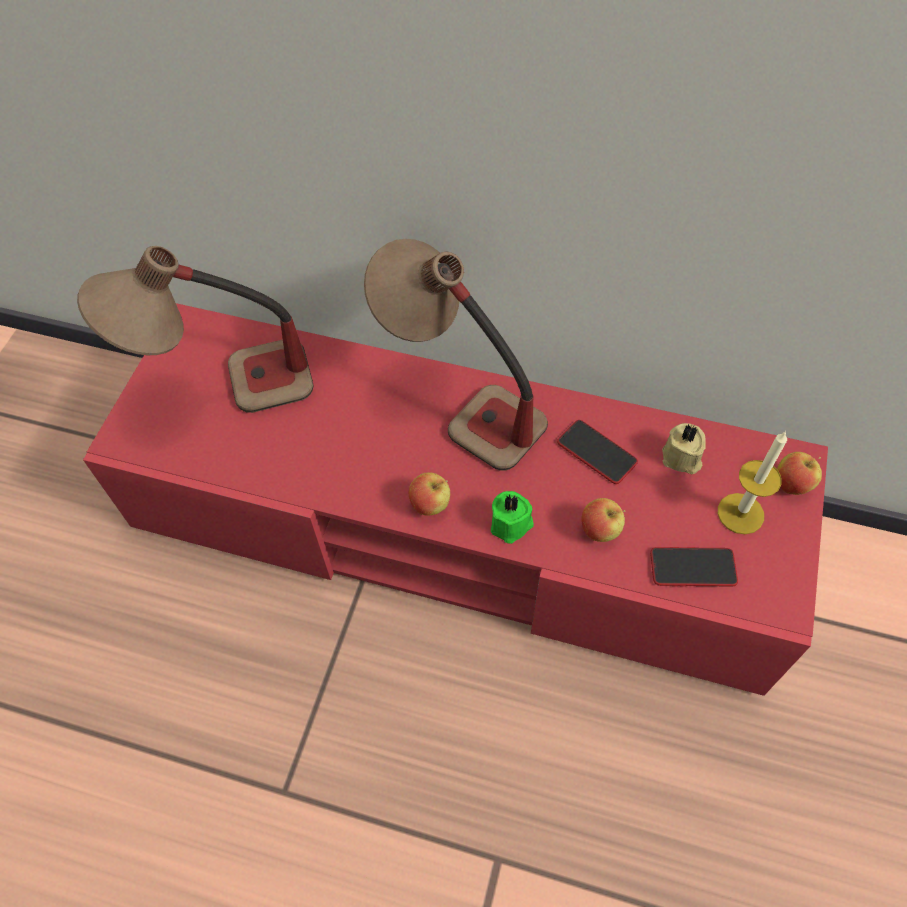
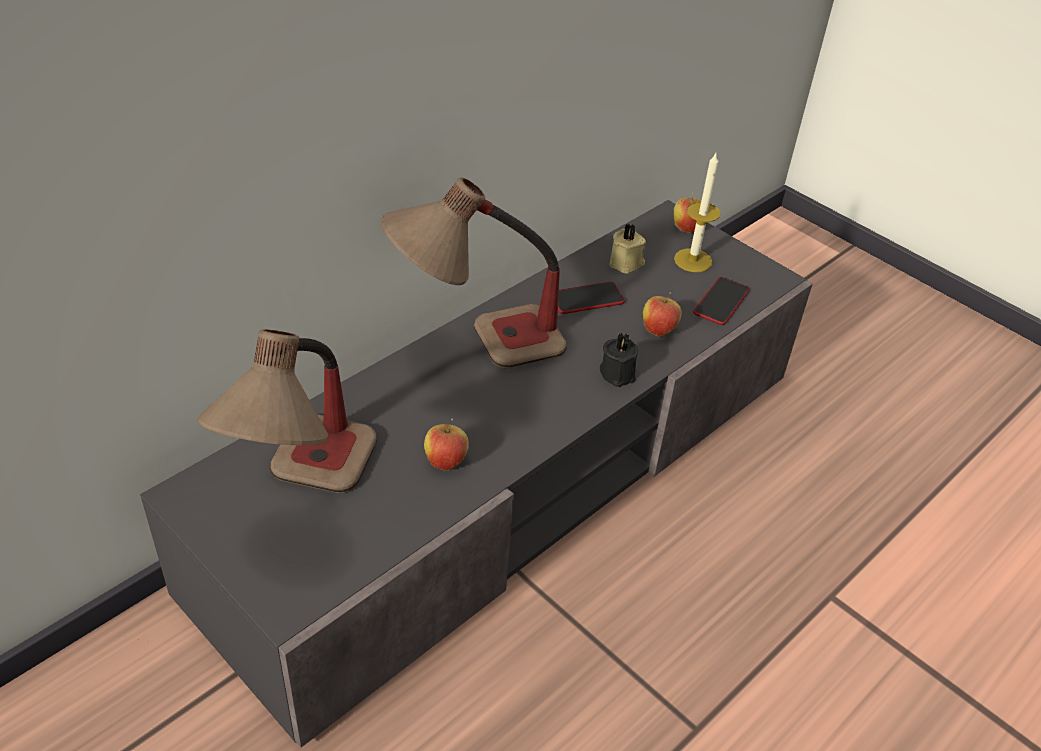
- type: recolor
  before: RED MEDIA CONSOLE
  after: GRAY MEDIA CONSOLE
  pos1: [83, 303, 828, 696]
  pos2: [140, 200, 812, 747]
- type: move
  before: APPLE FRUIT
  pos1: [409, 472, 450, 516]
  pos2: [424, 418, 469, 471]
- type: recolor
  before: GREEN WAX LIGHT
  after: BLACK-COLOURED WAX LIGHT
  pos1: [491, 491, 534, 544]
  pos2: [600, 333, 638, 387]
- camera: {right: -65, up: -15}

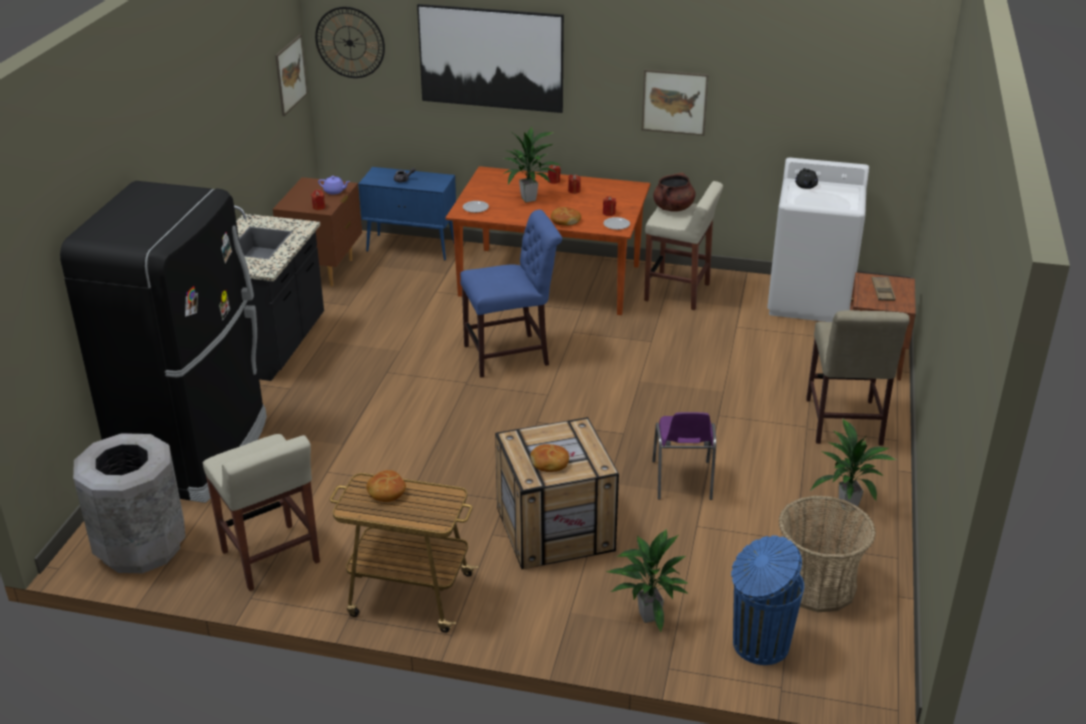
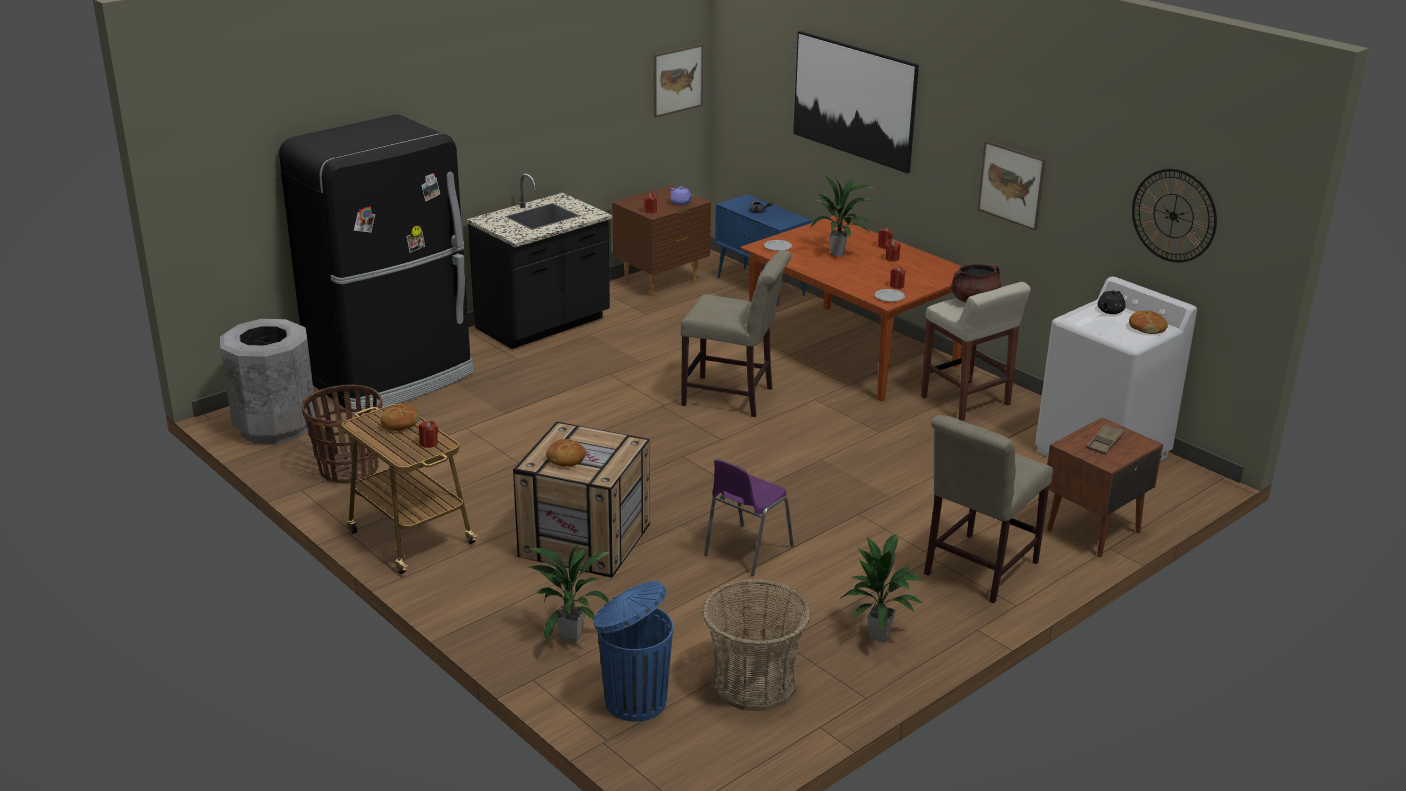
- type: replace
  before: BEIGE SITTING STOOL
  after: HOUSEHOLD BASKET
  pos1: [203, 434, 320, 591]
  pos2: [301, 385, 383, 484]
- type: insert
  after: RED WAX LIGHT
  pos2: [419, 420, 438, 448]
- type: recolor
  before: BLUISH CHAIR
  after: BEIGE CHAIR
  pos1: [460, 210, 562, 378]
  pos2: [680, 250, 792, 417]
- type: move
  before: BREAD
  pos1: [551, 207, 581, 226]
  pos2: [1129, 310, 1168, 334]
- type: move
  before: CLOCK ON THE WALL
  pos1: [315, 7, 385, 78]
  pos2: [1132, 169, 1217, 263]
- camera: {right: 35, up: -5}

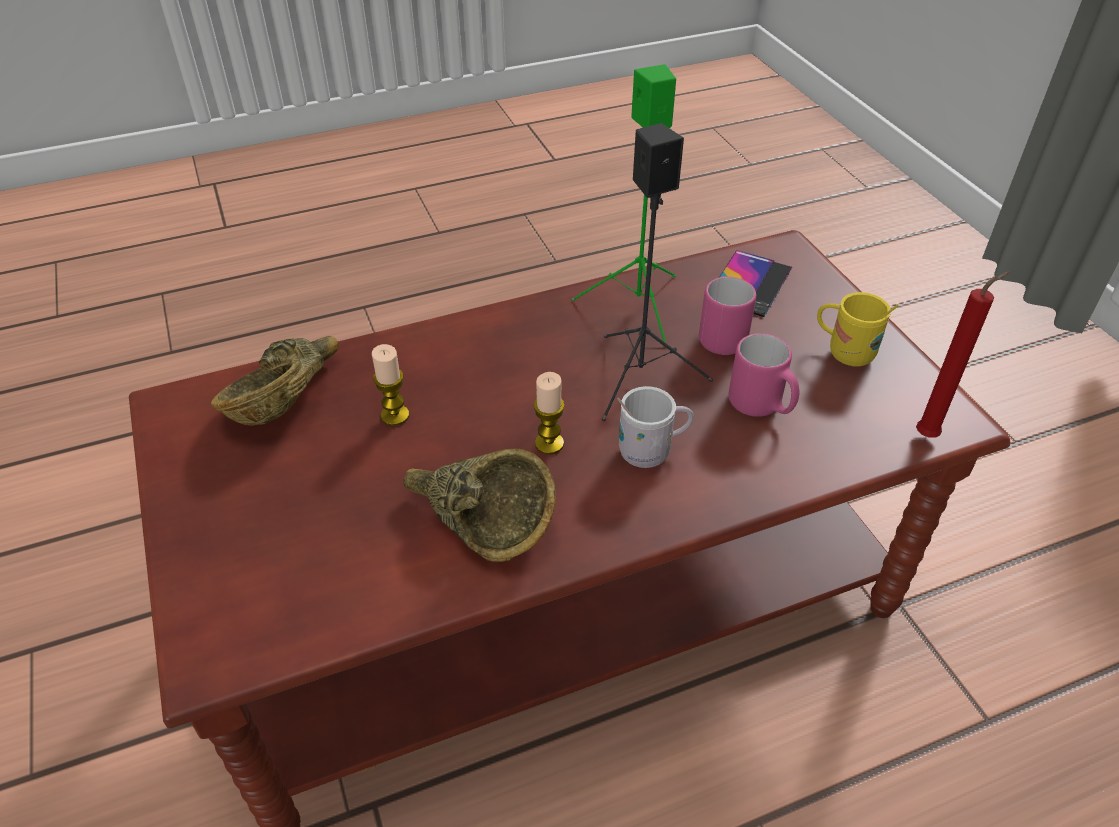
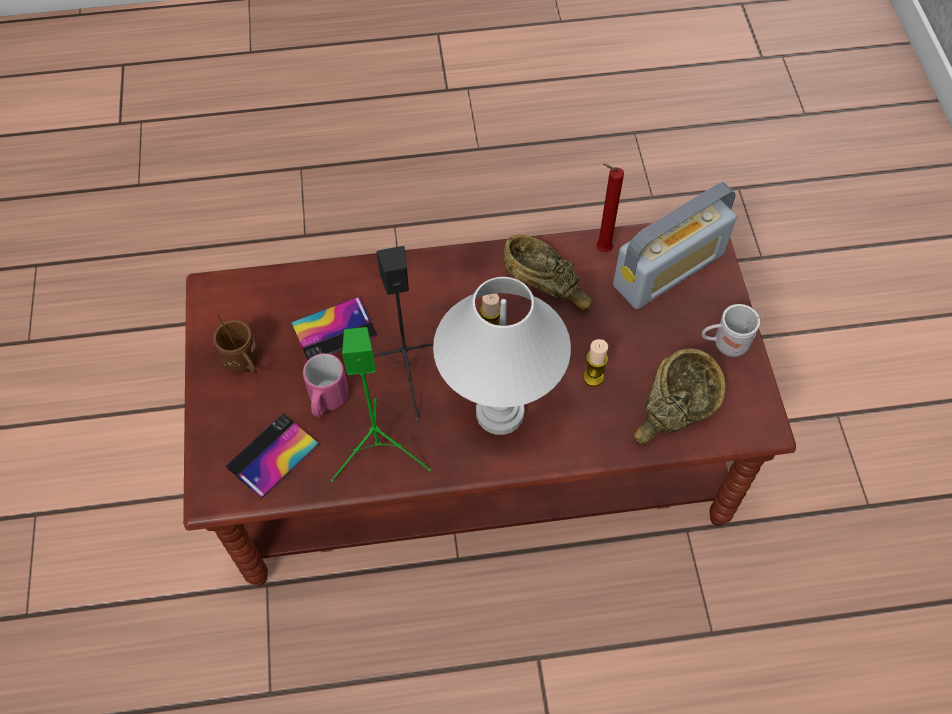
- type: recolor
  before: YELLOW TEA MUG
  after: BROWNISH TEA MUG
  pos1: [817, 292, 899, 366]
  pos2: [213, 314, 258, 374]
- type: replace
  before: PINK TEA MUG
  after: HANDSET
  pos1: [729, 333, 799, 417]
  pos2: [291, 297, 377, 361]
- type: insert
  after: WHITISH TABLETOP LAMP
  pos2: [433, 277, 571, 435]
- type: move
  before: RED WAX LIGHT
  pos1: [916, 272, 1010, 438]
  pos2: [596, 164, 624, 252]
- type: insert
  after: RADIO SET
  pos2: [613, 182, 737, 309]
- type: move
  before: WHITISH TEA MUG
  pos1: [618, 386, 694, 468]
  pos2: [702, 304, 767, 357]
- camera: {right: -165, up: 15}

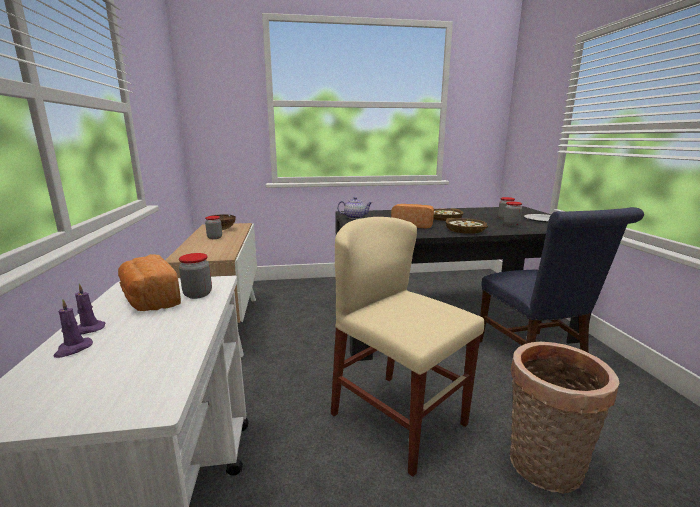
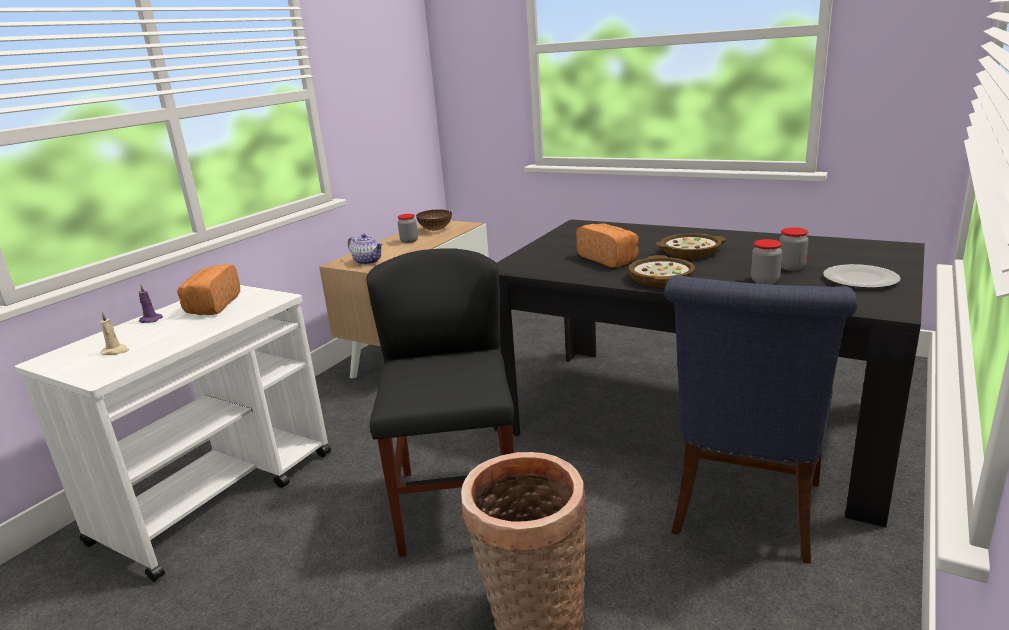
- type: insert
  after: BEIGE WAX LIGHT
  pos2: [101, 312, 129, 355]
- type: move
  before: POT FOR TEA
  pos1: [337, 197, 373, 219]
  pos2: [348, 234, 383, 265]
- type: recolor
  before: BEIGE CHAIR
  after: BLACK-COLOURED CHAIR
  pos1: [331, 217, 484, 477]
  pos2: [366, 248, 514, 557]
- type: delete
  before: PURPLISH WAX LIGHT
  pos1: [54, 299, 93, 358]
- type: delete
  before: JAR
  pos1: [179, 253, 212, 299]
- camera: {right: 40, up: 5}

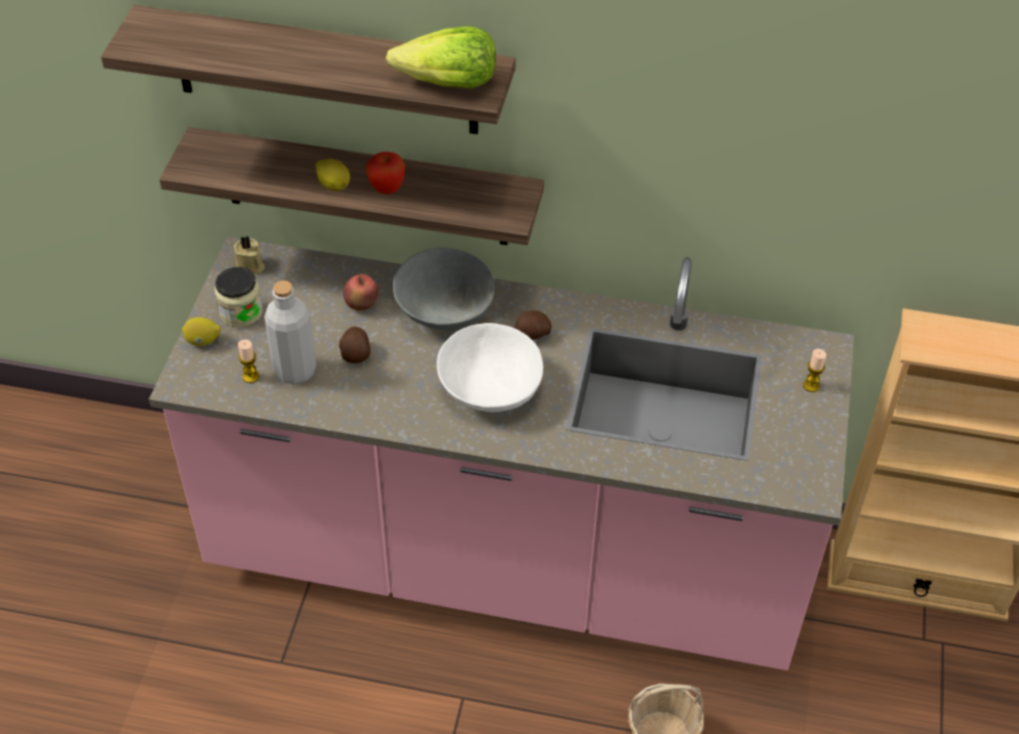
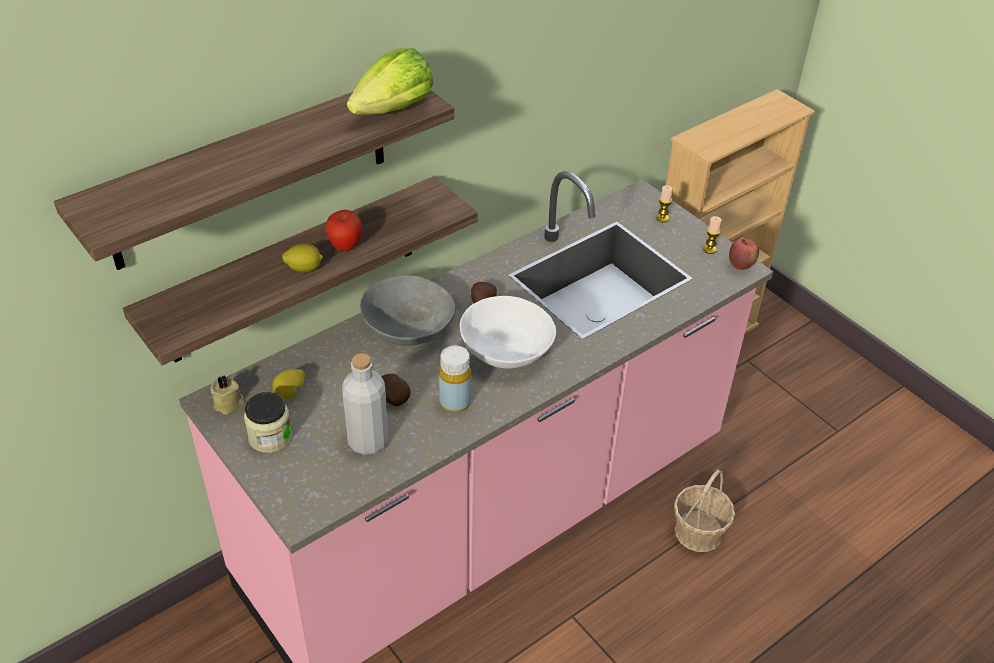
- type: move
  before: CITRUS FRUIT
  pos1: [182, 317, 221, 346]
  pos2: [272, 369, 305, 399]
- type: insert
  after: YELLOW BOTTLE
  pos2: [439, 346, 471, 413]
- type: move
  before: WAX LIGHT
  pos1: [238, 339, 259, 383]
  pos2: [703, 216, 722, 254]
- type: move
  before: APPLE FRUIT
  pos1: [343, 274, 379, 311]
  pos2: [729, 238, 759, 270]
- camera: {right: -50, up: -5}

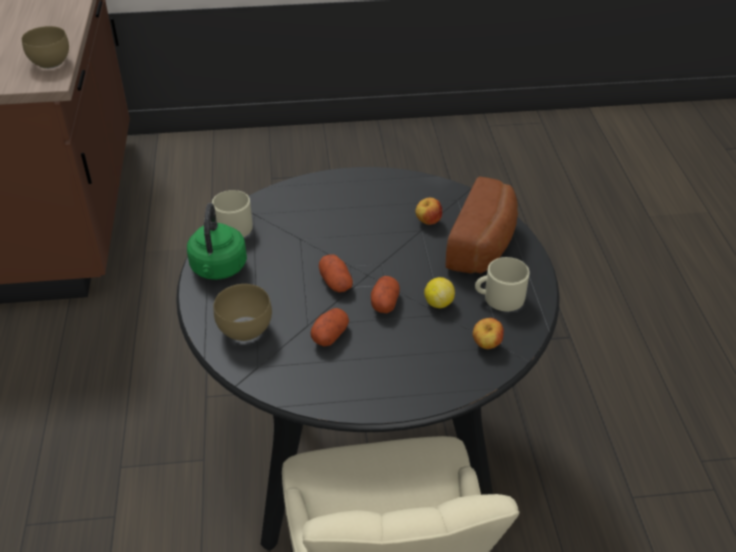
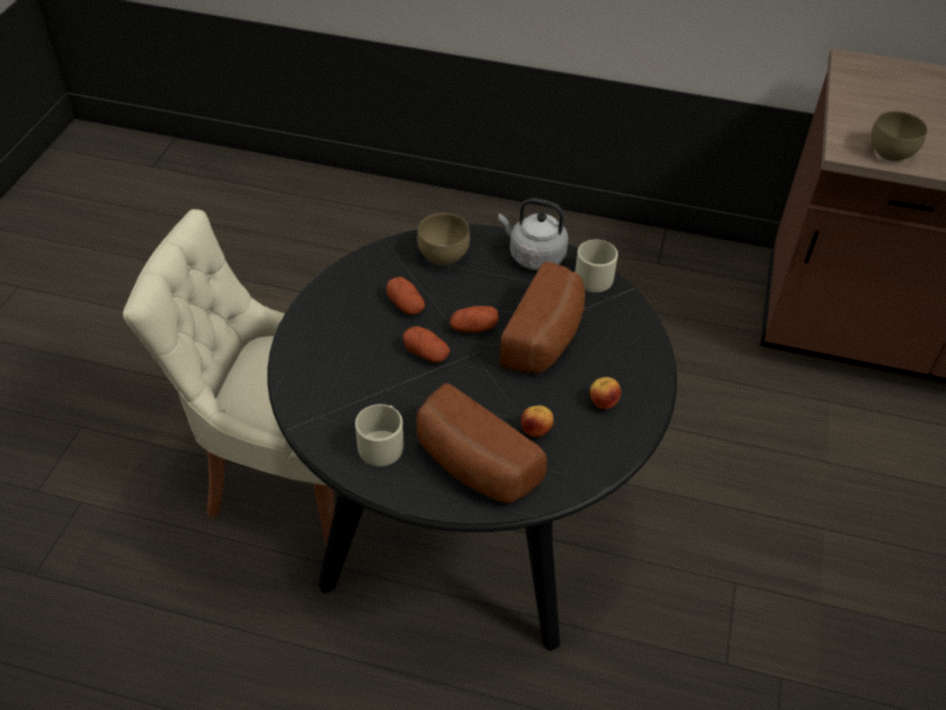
- type: recolor
  before: GREEN TEA KETTLE
  after: GRAY TEA KETTLE
  pos1: [187, 203, 247, 280]
  pos2: [498, 198, 568, 270]
- type: insert
  after: BREAD
  pos2: [499, 262, 585, 374]
- type: move
  before: APPLE FRUIT
  pos1: [473, 318, 504, 349]
  pos2: [590, 377, 621, 409]
- type: delete
  before: CITRUS FRUIT
  pos1: [424, 277, 455, 308]
- camera: {right: 110, up: 5}

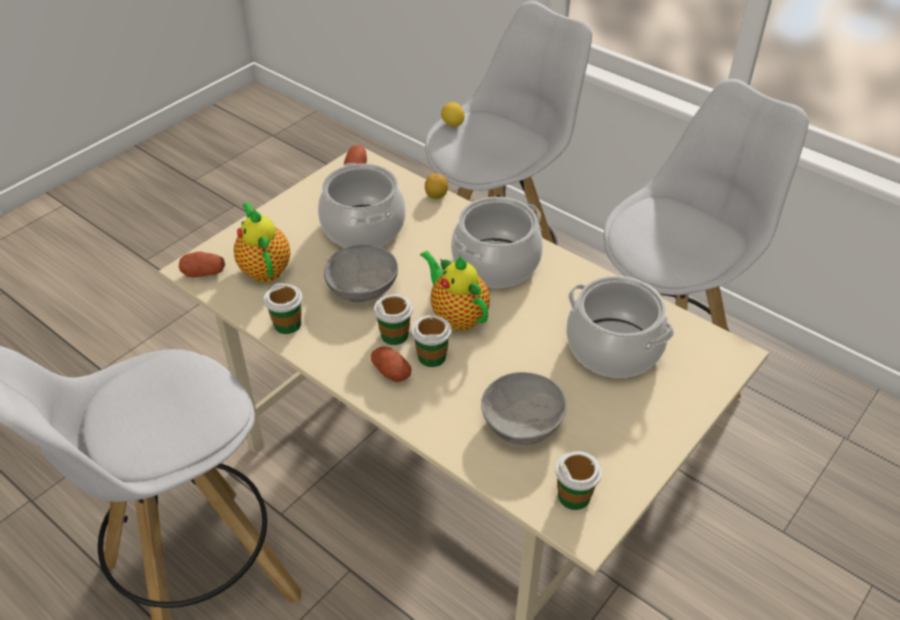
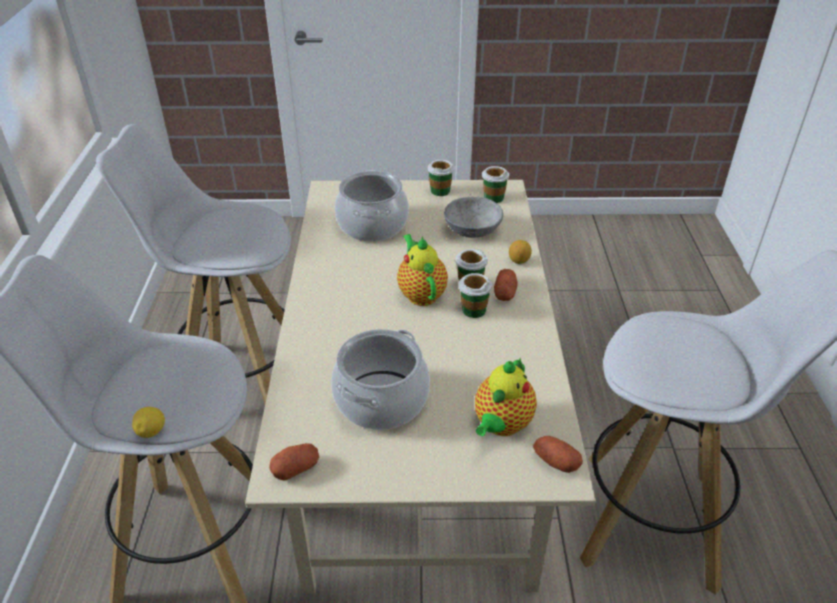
- type: rotate
  before: POT FOR TEA
  pos1: [420, 250, 490, 331]
  pos2: [397, 234, 448, 306]
  turn: 150
- type: move
  before: DRINKING CUP
  pos1: [264, 283, 303, 334]
  pos2: [427, 160, 454, 196]
- type: move
  before: CITRUS FRUIT
  pos1: [425, 173, 448, 199]
  pos2: [509, 240, 532, 264]
- type: delete
  before: GRAY SERVING BOWL
  pos1: [324, 245, 398, 302]
- type: delete
  before: STOCKPOT
  pos1: [451, 197, 543, 288]
- camera: {right: -130, up: -5}

